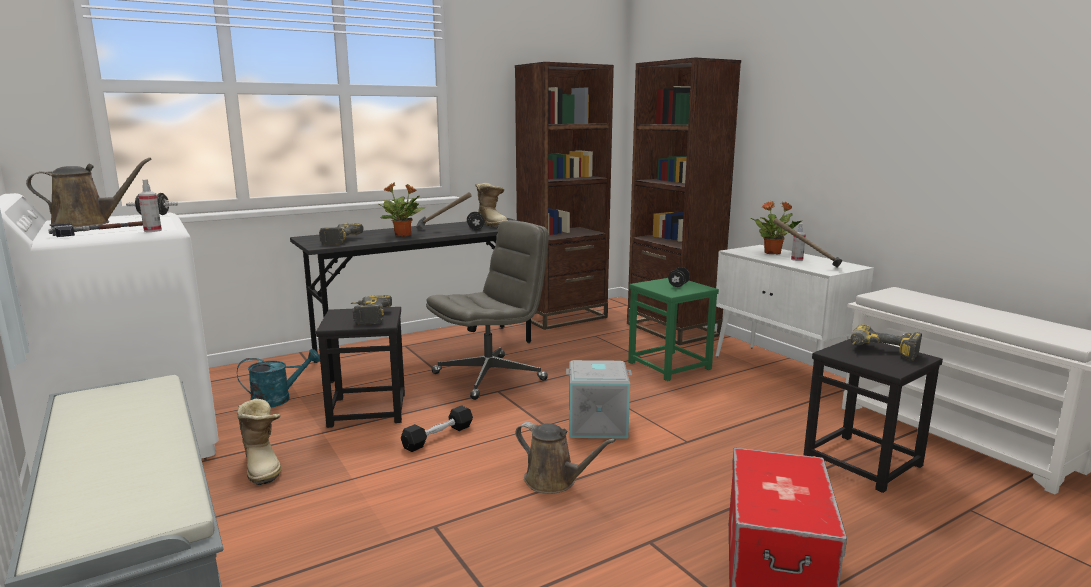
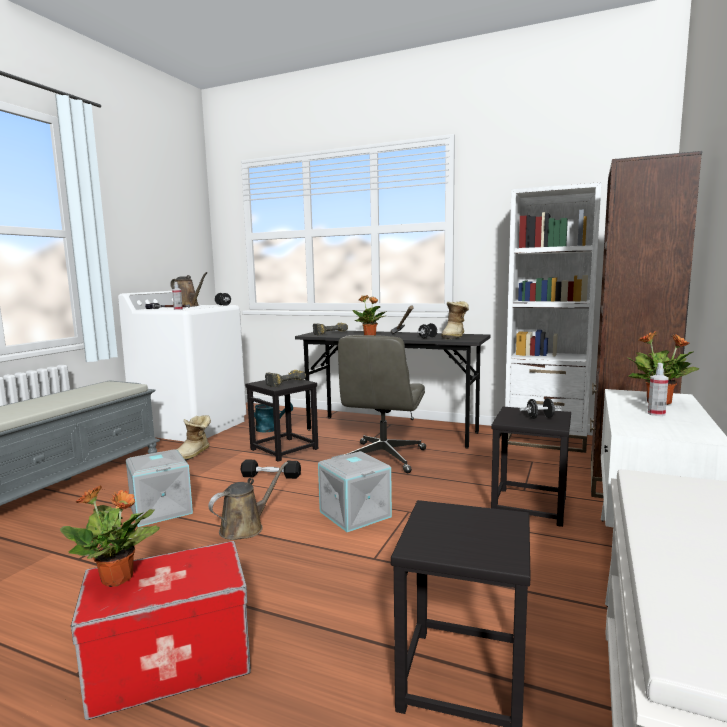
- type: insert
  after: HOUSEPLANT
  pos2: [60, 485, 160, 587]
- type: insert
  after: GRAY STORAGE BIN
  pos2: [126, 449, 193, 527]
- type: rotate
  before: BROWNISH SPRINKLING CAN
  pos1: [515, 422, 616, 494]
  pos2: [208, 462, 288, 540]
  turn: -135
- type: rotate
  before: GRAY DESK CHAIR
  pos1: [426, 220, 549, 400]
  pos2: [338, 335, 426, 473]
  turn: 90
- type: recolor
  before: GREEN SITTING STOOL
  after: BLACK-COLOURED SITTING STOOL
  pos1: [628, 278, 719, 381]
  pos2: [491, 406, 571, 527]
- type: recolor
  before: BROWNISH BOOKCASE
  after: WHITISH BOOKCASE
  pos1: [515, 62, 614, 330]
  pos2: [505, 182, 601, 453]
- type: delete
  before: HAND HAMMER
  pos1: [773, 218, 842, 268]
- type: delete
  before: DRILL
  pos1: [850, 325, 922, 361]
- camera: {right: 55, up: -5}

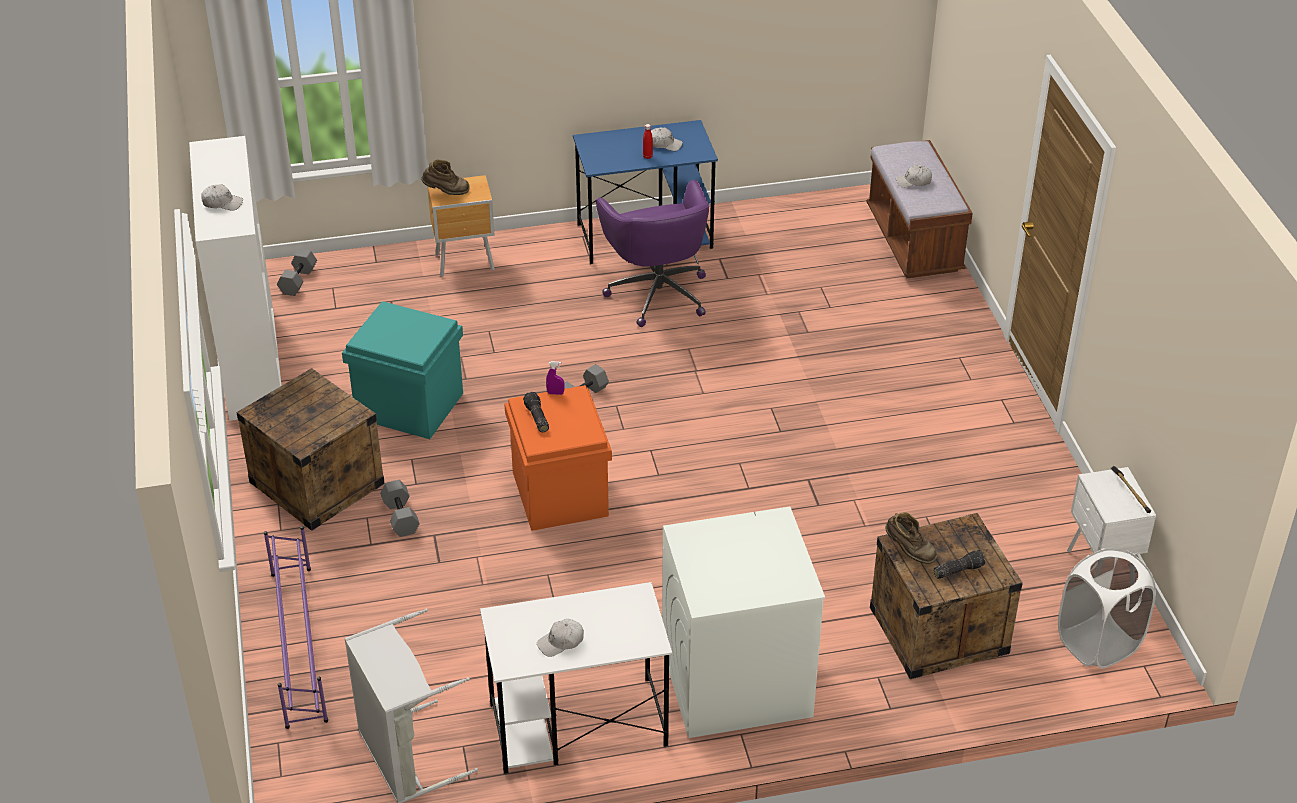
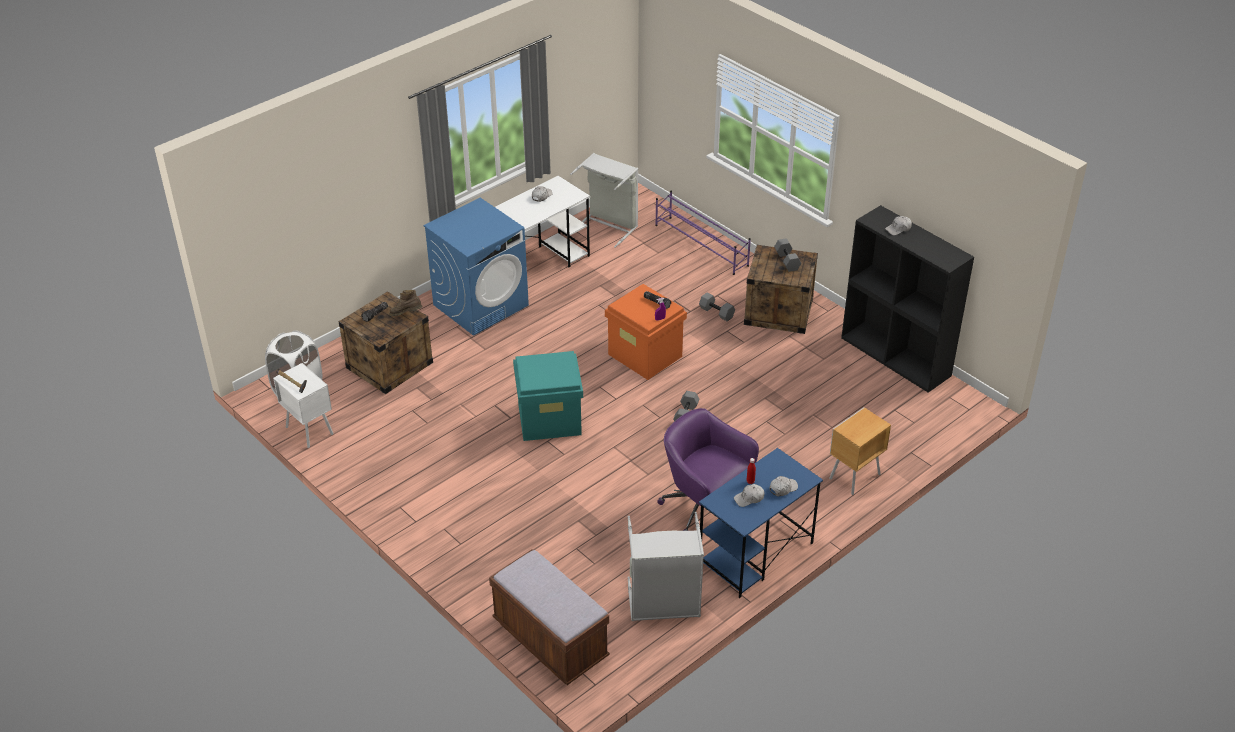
- type: recolor
  before: WHITISH WASHING MACHINE
  after: BLUISH WASHING MACHINE
  pos1: [662, 507, 825, 738]
  pos2: [423, 198, 529, 336]
- type: move
  before: TURQUOISE-COLOURED STORAGE BIN
  pos1: [342, 301, 463, 439]
  pos2: [513, 351, 583, 441]
- type: insert
  after: GRAY WASHING BASKET
  pos2: [627, 512, 704, 621]
- type: move
  before: WHITISH PEAKED CAP
  pos1: [896, 165, 932, 188]
  pos2: [770, 476, 798, 496]
- type: move
  before: GRAY FREE WEIGHT
  pos1: [277, 249, 317, 296]
  pos2: [774, 238, 802, 272]
- type: recolor
  before: WHITISH BOOKCASE
  after: BLACK-COLOURED BOOKCASE
  pos1: [189, 136, 282, 421]
  pos2: [841, 205, 974, 393]
- type: delete
  before: BROWNISH TALL BOOT
  pos1: [422, 159, 470, 195]
- camera: {right: 150, up: 0}

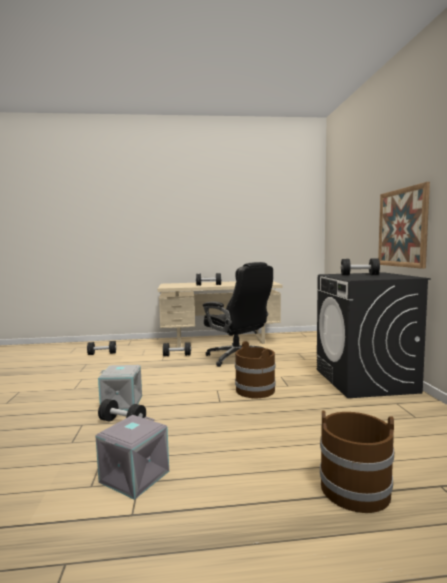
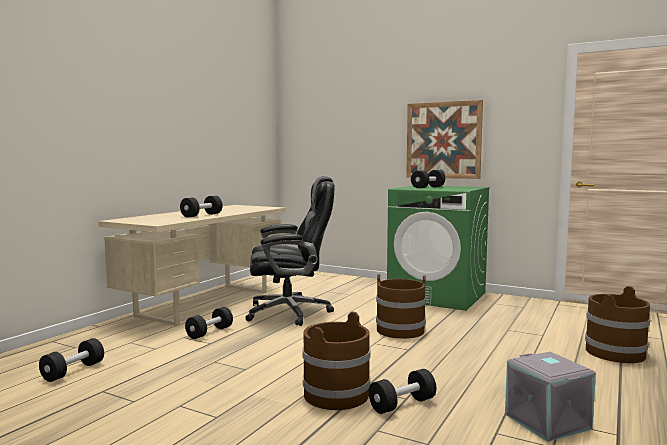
- type: replace
  before: GRAY STORAGE BIN
  after: BROWNISH PAIL
  pos1: [98, 365, 142, 411]
  pos2: [302, 311, 371, 410]
- type: recolor
  before: BLACK-COLOURED WASHING MACHINE
  after: GREEN WASHING MACHINE
  pos1: [317, 272, 431, 398]
  pos2: [387, 186, 490, 311]
- camera: {right: -55, up: 0}

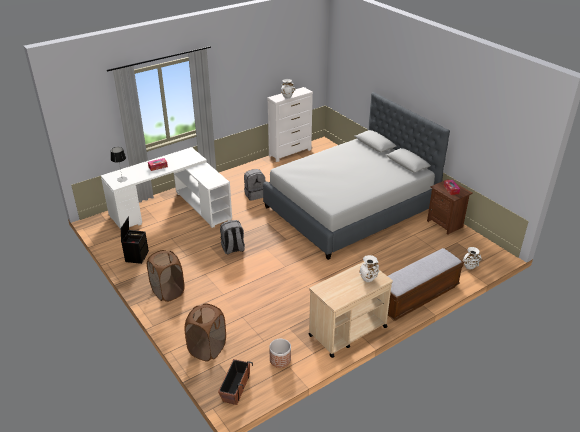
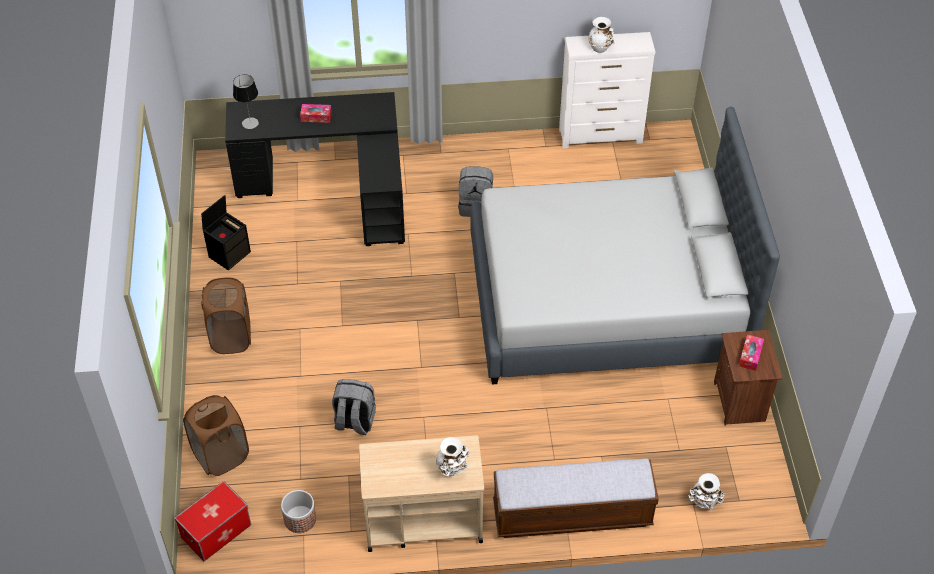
- type: replace
  before: FLOWER POT
  after: STORAGE BIN
  pos1: [218, 359, 253, 405]
  pos2: [175, 481, 251, 561]
- type: recolor
  before: WHITISH DESK UNIT
  after: BLACK-COLOURED DESK UNIT
  pos1: [101, 147, 232, 229]
  pos2: [225, 92, 405, 246]
- type: move
  before: GRAY BACKPACK
  pos1: [220, 220, 245, 254]
  pos2: [332, 379, 376, 435]
- camera: {right: 30, up: 15}

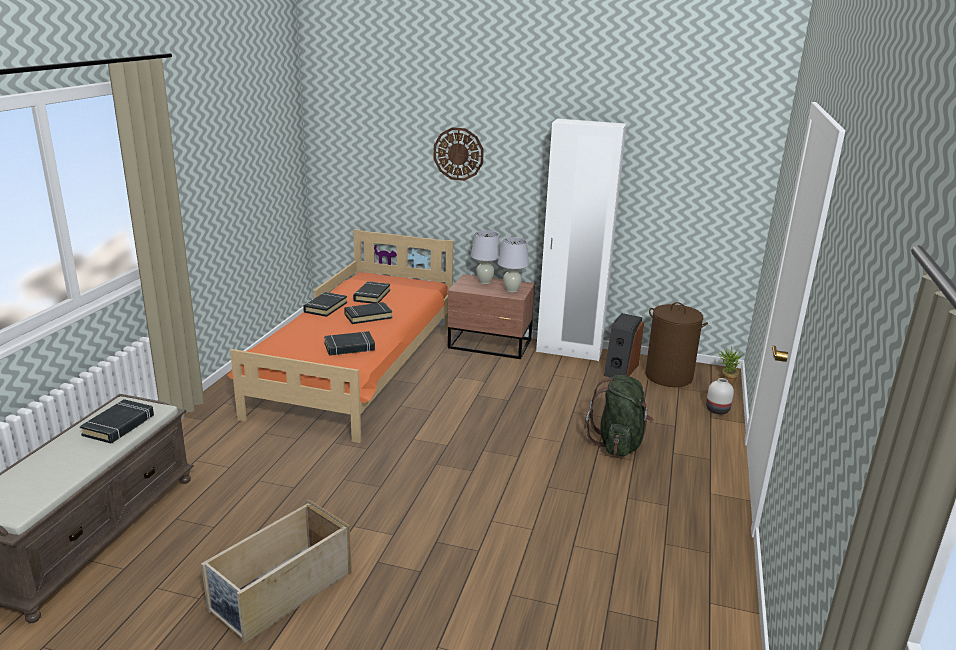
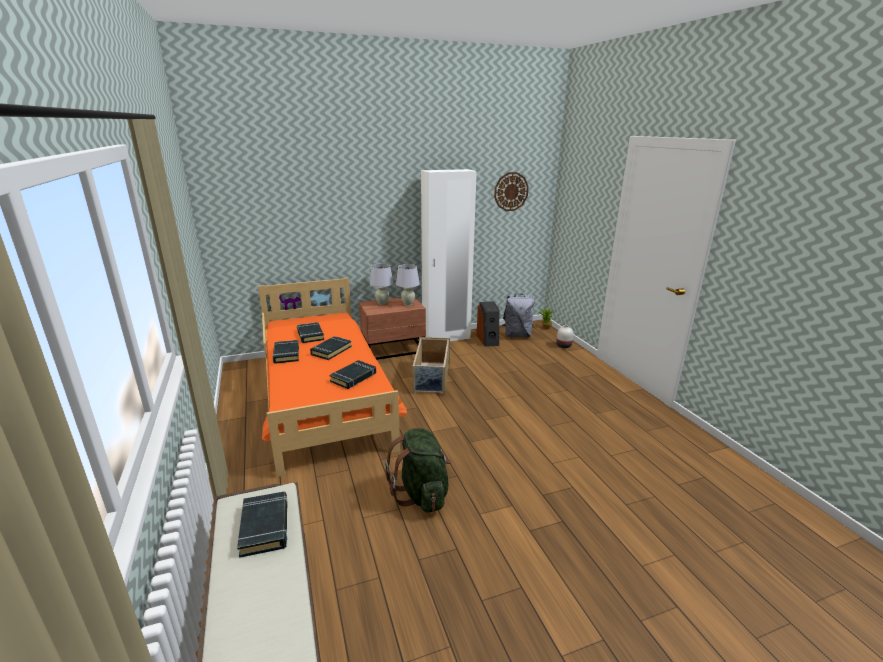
- type: move
  before: GREEN BACKPACK
  pos1: [584, 375, 654, 456]
  pos2: [385, 428, 451, 512]
- type: move
  before: BEIGE STORAGE BIN
  pos1: [201, 499, 352, 643]
  pos2: [412, 337, 450, 395]
- type: move
  before: CLOCK ON THE WALL
  pos1: [434, 127, 484, 181]
  pos2: [494, 172, 529, 211]
- type: replace
  before: BROWNISH WASHING BASKET
  after: GRAY BACKPACK
  pos1: [645, 302, 708, 387]
  pos2: [502, 294, 535, 337]
- camera: {right: -35, up: 0}

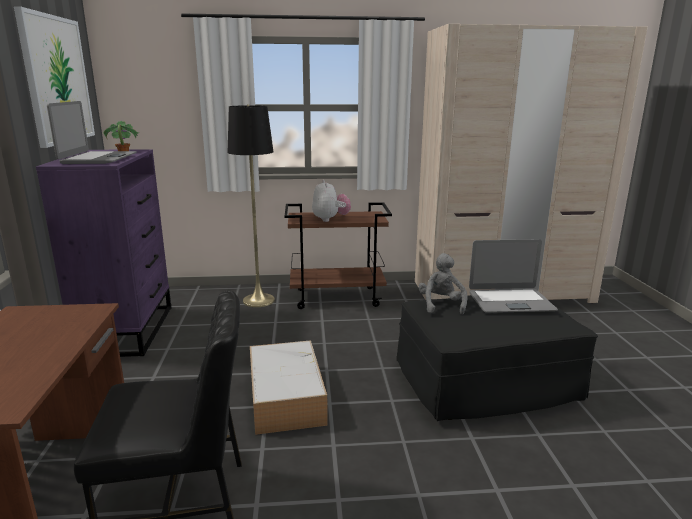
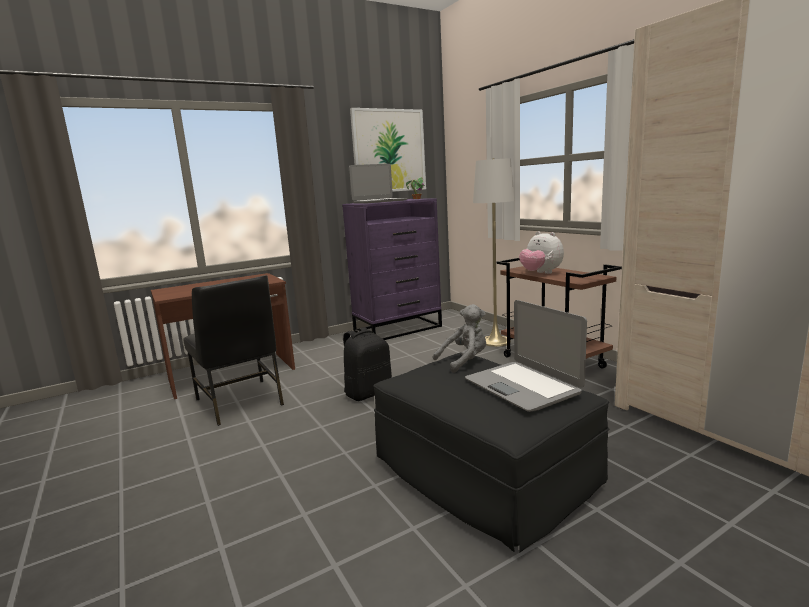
- type: replace
  before: STORAGE BIN
  after: BLACK-COLOURED BACKPACK
  pos1: [250, 340, 328, 435]
  pos2: [343, 327, 392, 401]
- type: recolor
  before: BLACK-COLOURED STANDING LAMP
  after: WHITISH STANDING LAMP
  pos1: [228, 105, 275, 307]
  pos2: [473, 158, 515, 347]
- type: rotate
  before: CUDDLY TOY
  pos1: [312, 180, 351, 222]
  pos2: [519, 231, 564, 274]
  turn: 90
- camera: {right: 65, up: -5}

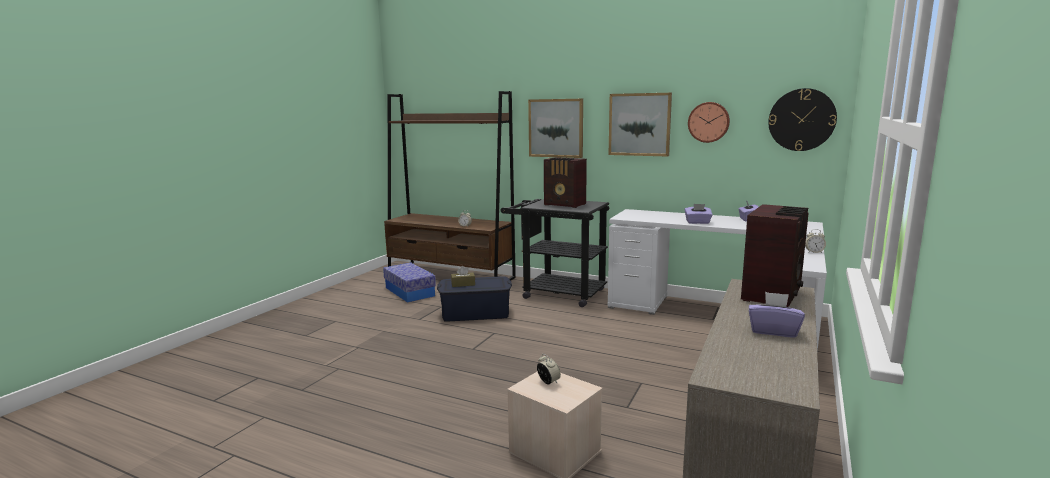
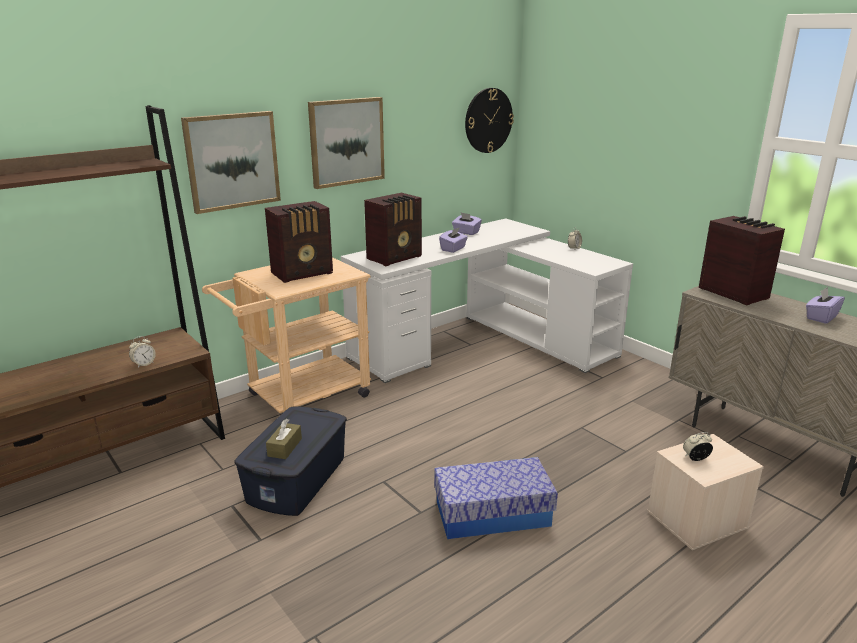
- type: recolor
  before: BLACK-COLOURED WHEELED CART
  after: BEIGE WHEELED CART
  pos1: [501, 199, 609, 307]
  pos2: [202, 257, 371, 413]
- type: insert
  after: RADIO SET
  pos2: [364, 193, 422, 266]
- type: move
  before: STORAGE BIN
  pos1: [383, 263, 436, 303]
  pos2: [434, 457, 558, 539]
- type: delete
  before: CLOCK ON THE WALL
  pos1: [688, 102, 730, 143]
- camera: {right: -65, up: 10}

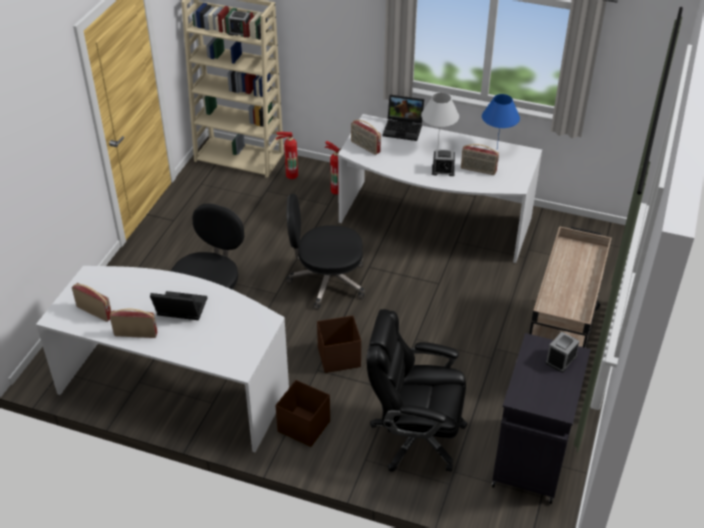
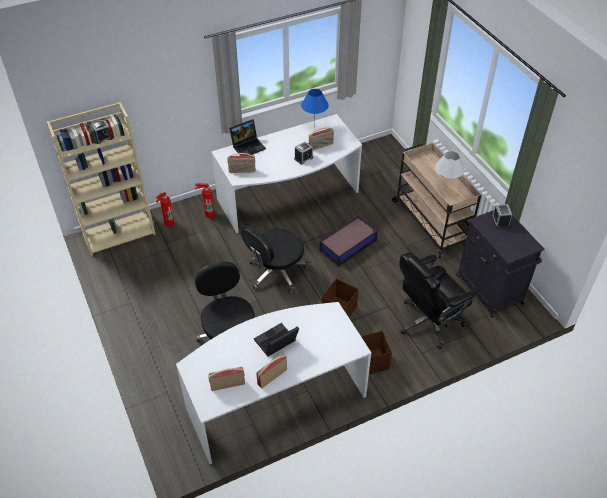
- type: insert
  after: STORAGE BIN
  pos2: [320, 216, 378, 267]
- type: move
  before: WHITISH TABLETOP LAMP
  pos1: [421, 93, 459, 143]
  pos2: [435, 151, 465, 191]
- camera: {right: -45, up: 5}

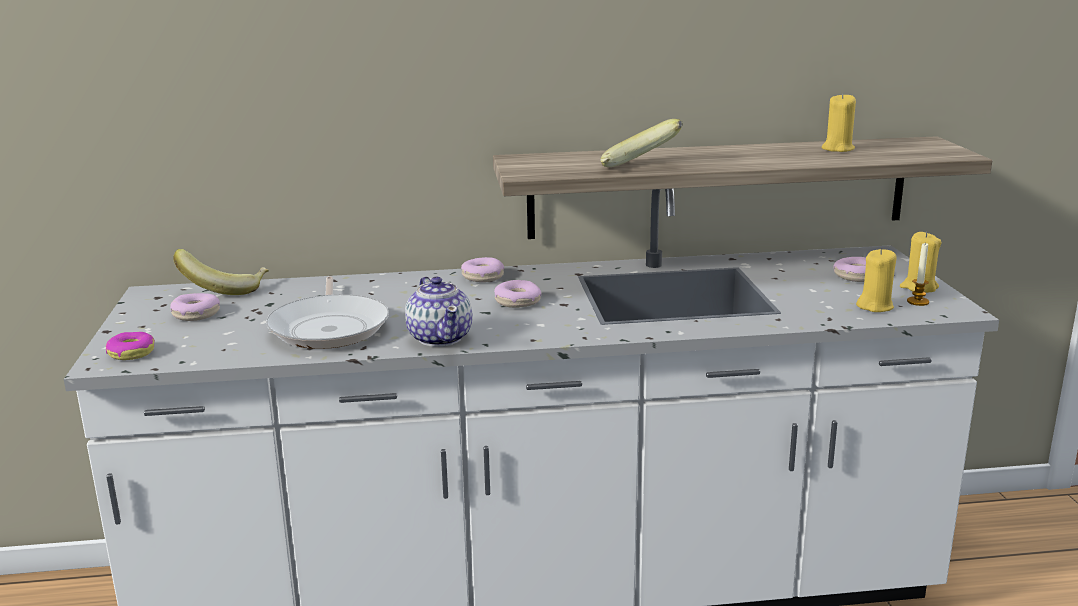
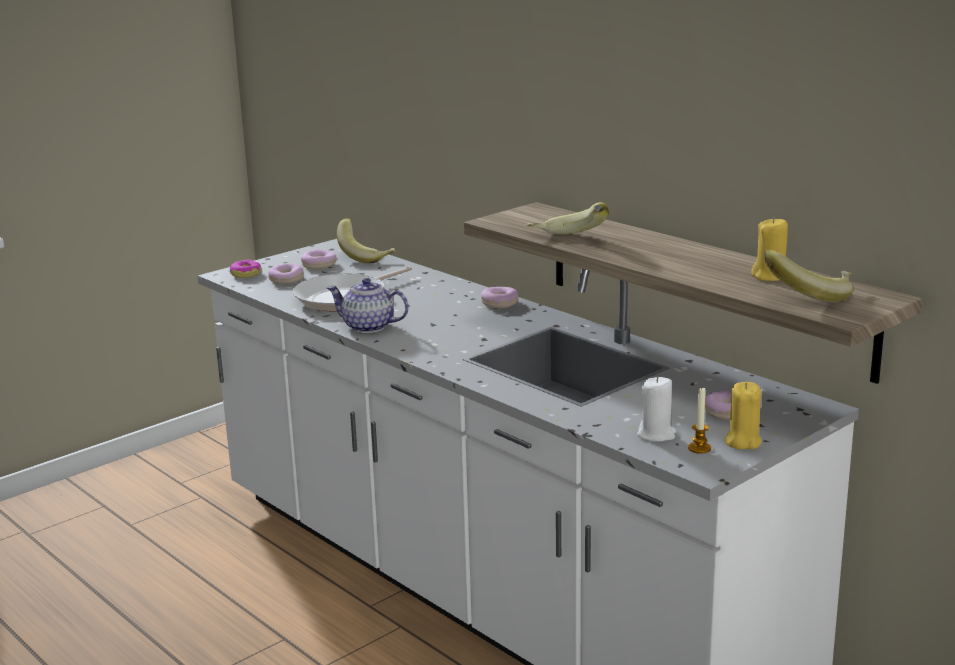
- type: move
  before: DONUT
  pos1: [494, 280, 541, 308]
  pos2: [268, 263, 304, 284]
- type: rotate
  before: POT FOR TEA
  pos1: [405, 276, 473, 347]
  pos2: [327, 278, 409, 333]
  turn: 75
- type: recolor
  before: YELLOW WAX LIGHT
  after: WHITISH WAX LIGHT
  pos1: [856, 249, 897, 312]
  pos2: [637, 376, 676, 442]
- type: insert
  after: BANANA FRUIT
  pos2: [764, 250, 853, 302]
- camera: {right: 55, up: 0}

